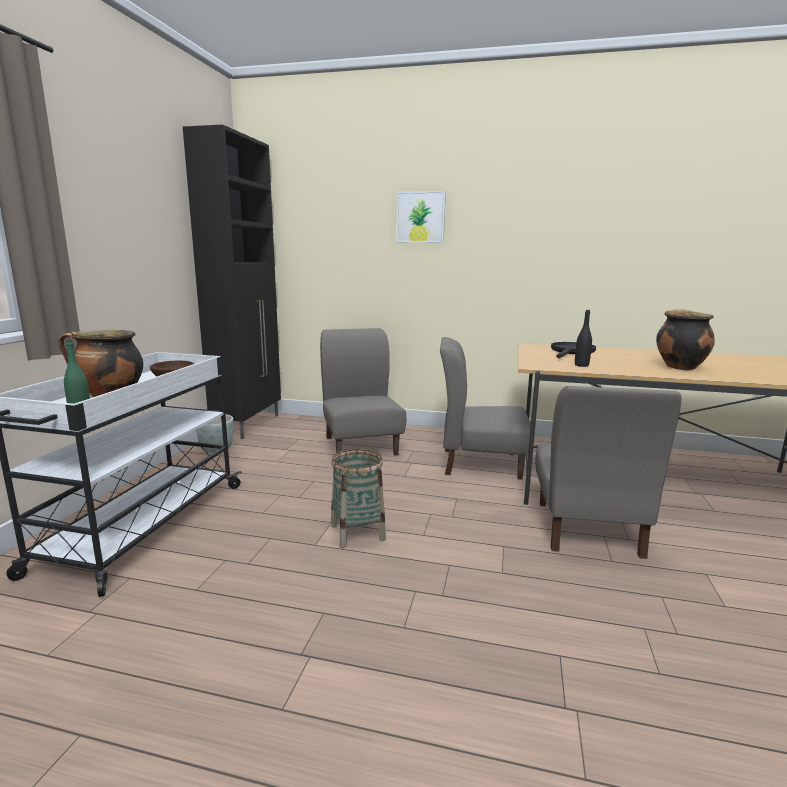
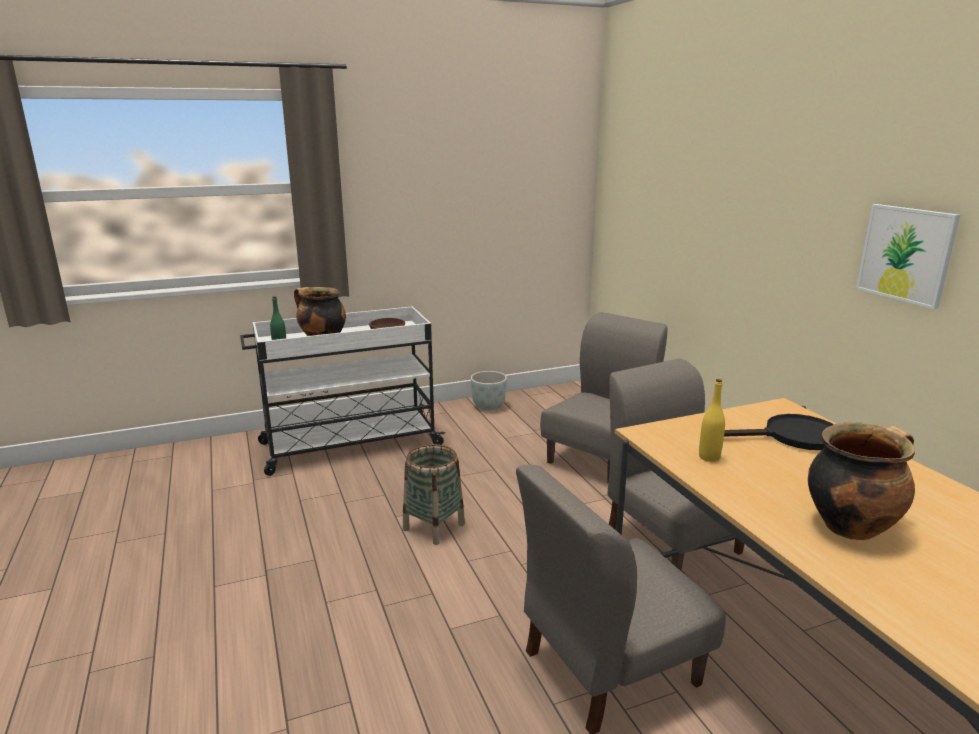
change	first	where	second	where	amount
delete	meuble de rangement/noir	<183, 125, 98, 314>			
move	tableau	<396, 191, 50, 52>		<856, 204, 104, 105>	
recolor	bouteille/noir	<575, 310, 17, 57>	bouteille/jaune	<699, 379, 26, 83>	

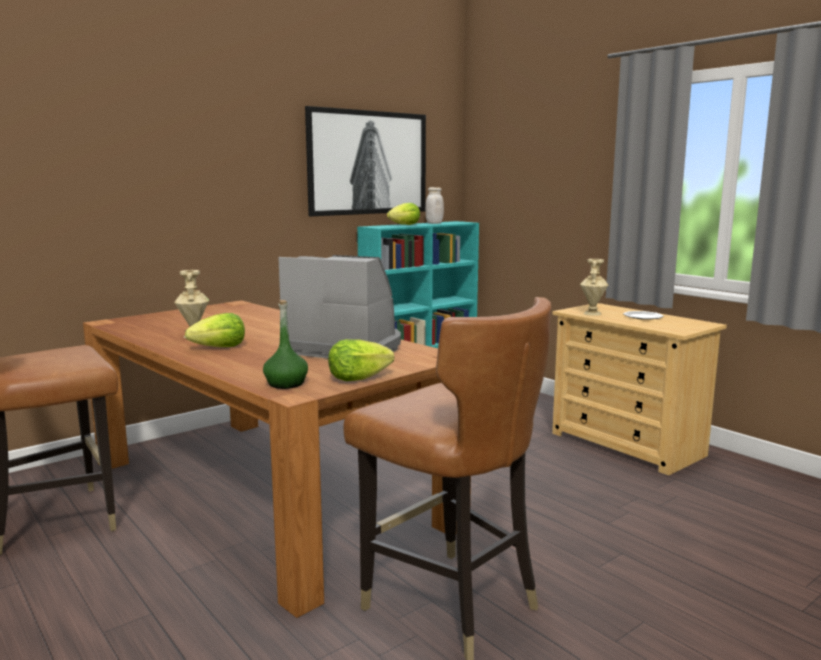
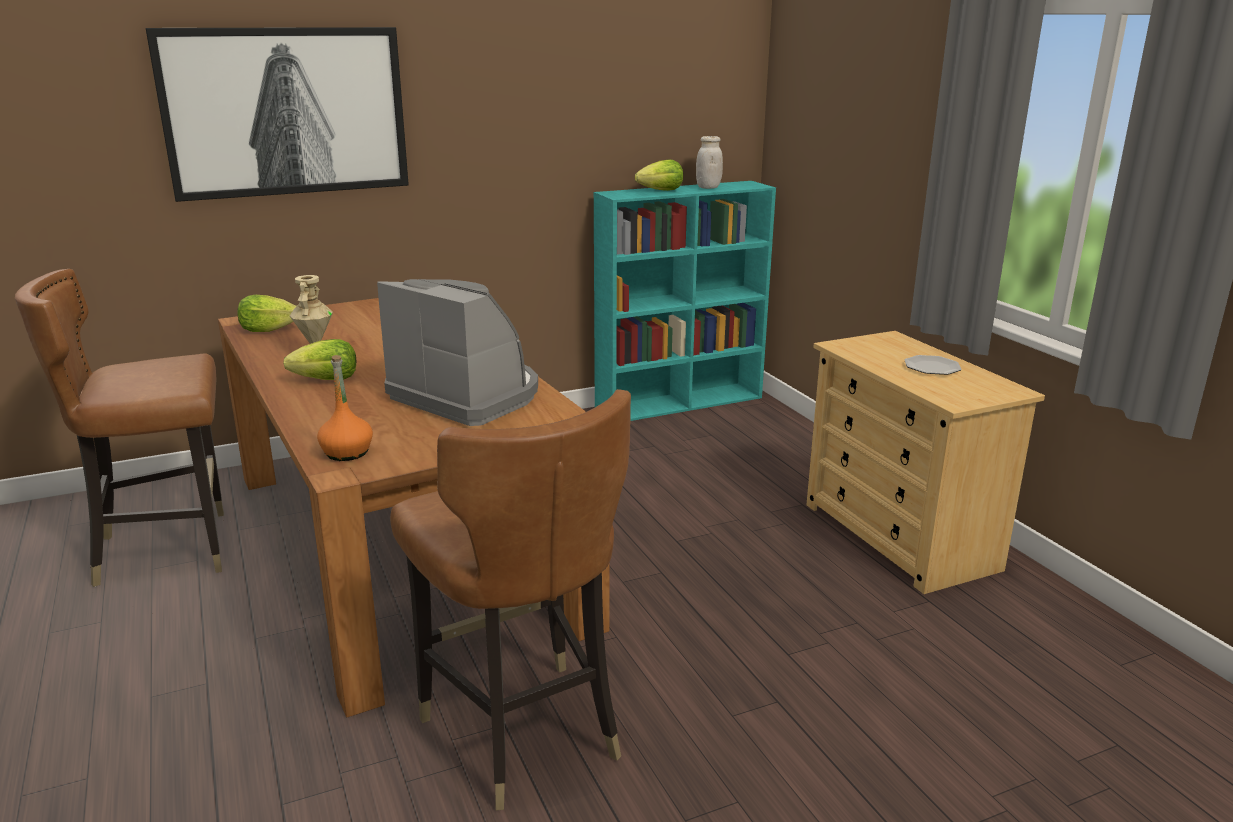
change	first	where	second	where	amount
move	tableau	<305, 106, 121, 111>		<146, 27, 263, 175>	
delete	vase/beige	<580, 259, 29, 57>			
recolor	bouteille/vert	<263, 300, 45, 89>	bouteille/orange	<317, 355, 56, 106>	
move	laitue	<328, 339, 66, 42>		<237, 295, 59, 37>	

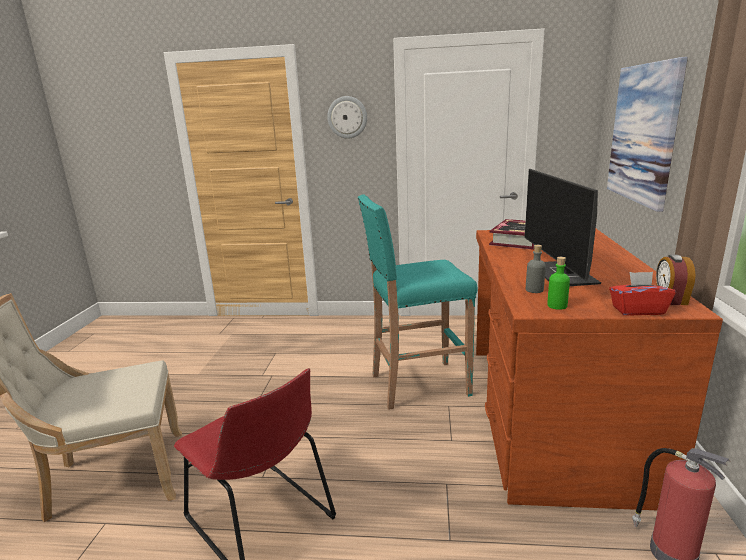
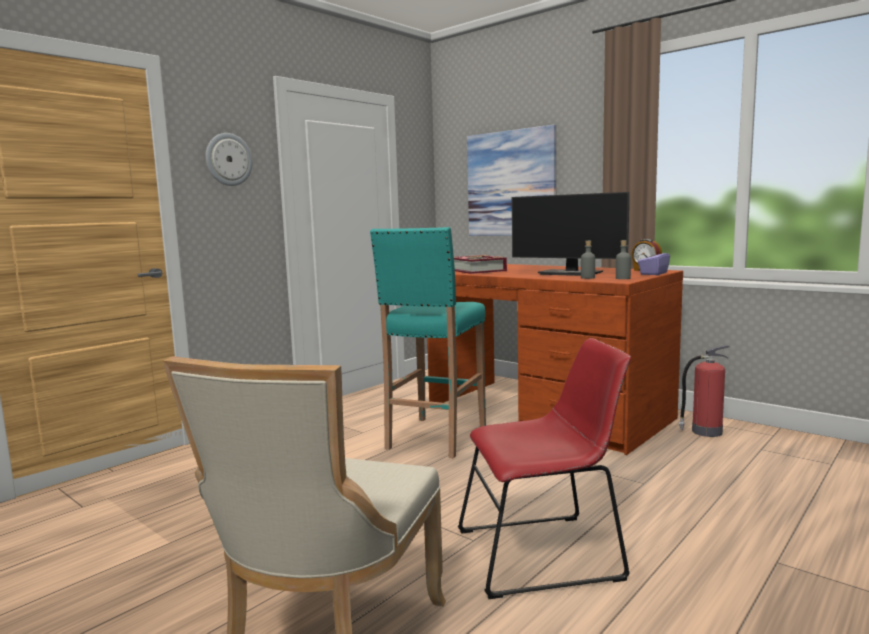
change	first	where	second	where	amount
recolor	bouteille/vert	<547, 257, 23, 53>	bouteille/gris	<616, 240, 15, 39>	
recolor	boîte à mouchoirs/rouge	<609, 272, 66, 44>	boîte à mouchoirs/violet	<638, 247, 32, 28>	

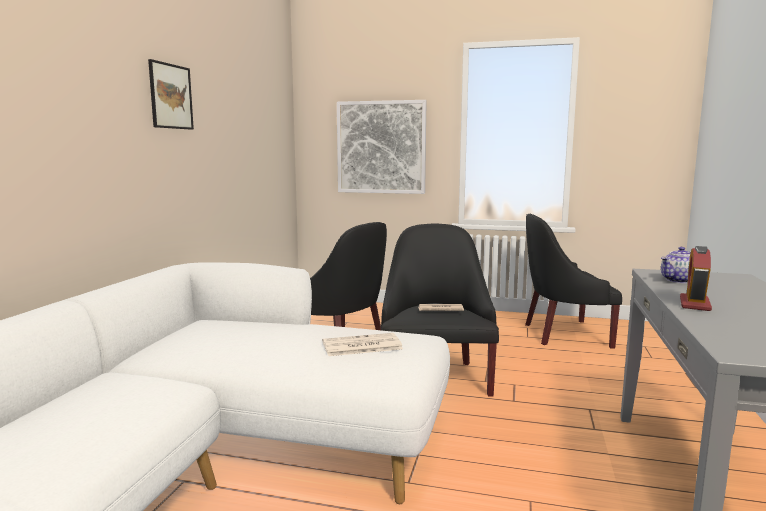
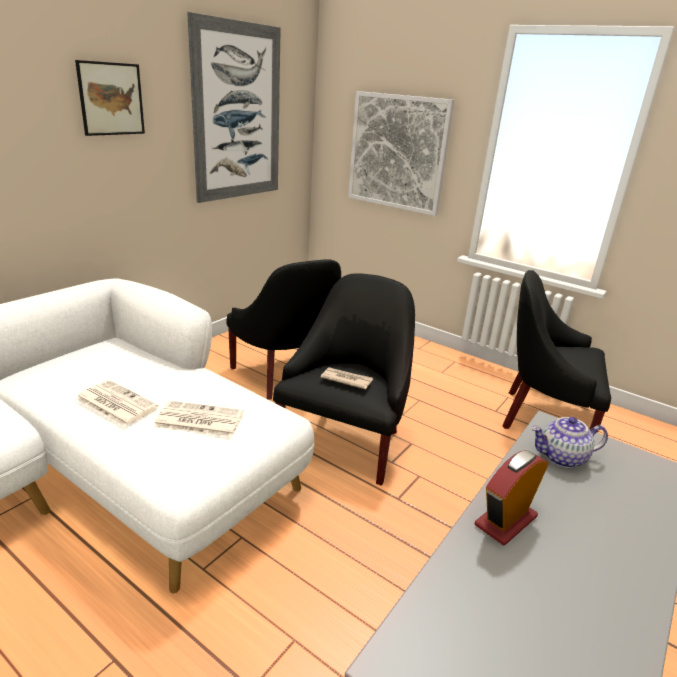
change	first	where	second	where	amount
insert			tableau	<187, 12, 94, 191>	
insert			journal	<76, 380, 82, 47>	

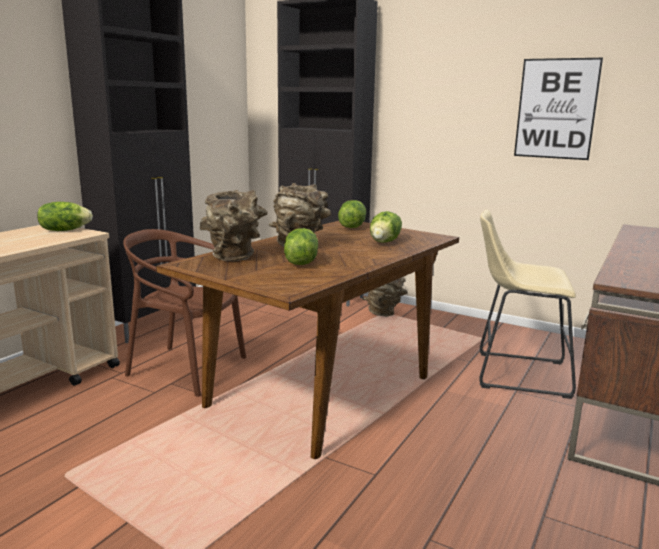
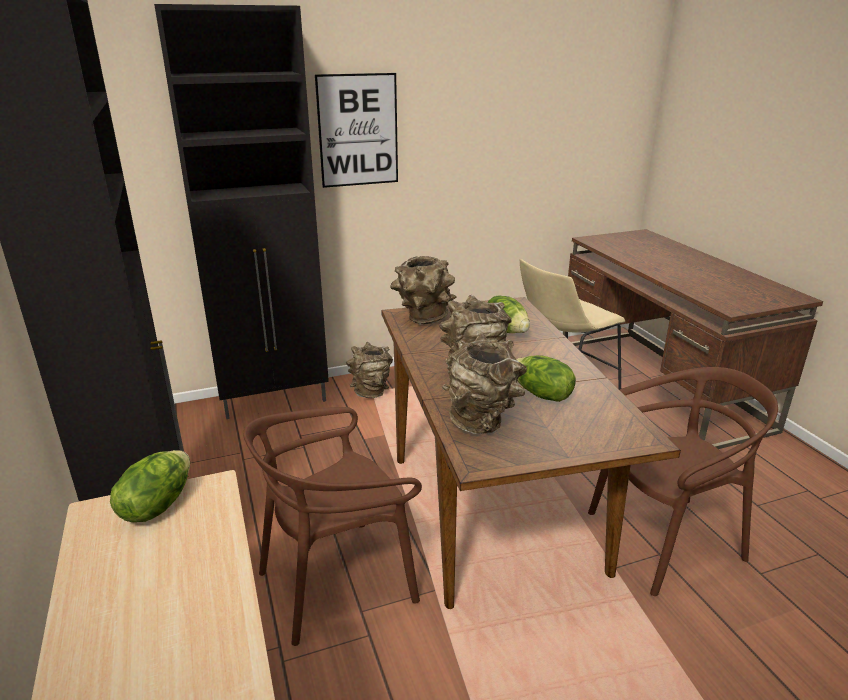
change	first	where	second	where	amount
move	tableau	<514, 58, 89, 102>		<315, 73, 83, 115>	
replace	laitue	<338, 200, 28, 28>	vase/marron	<390, 256, 66, 69>	
insert			chaise/marron	<588, 367, 190, 229>	

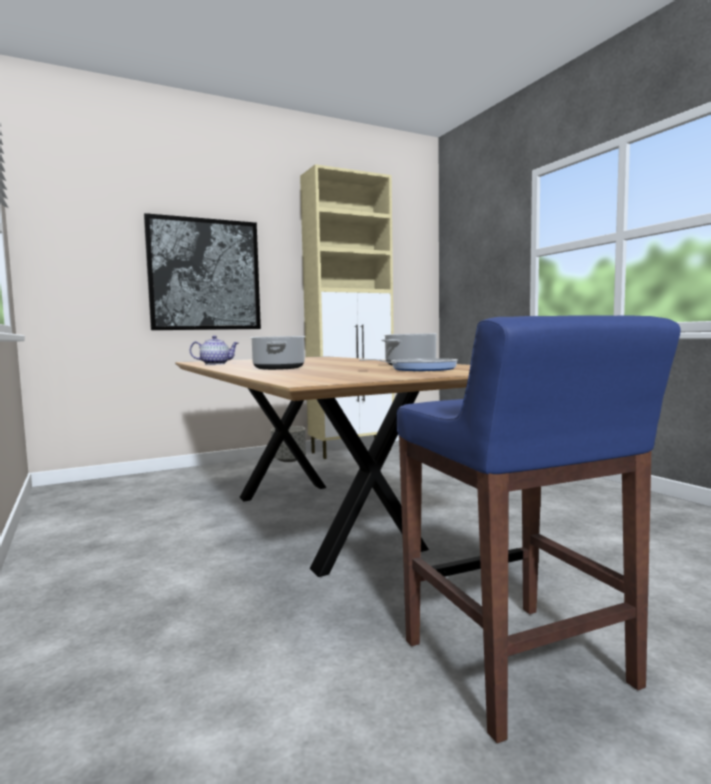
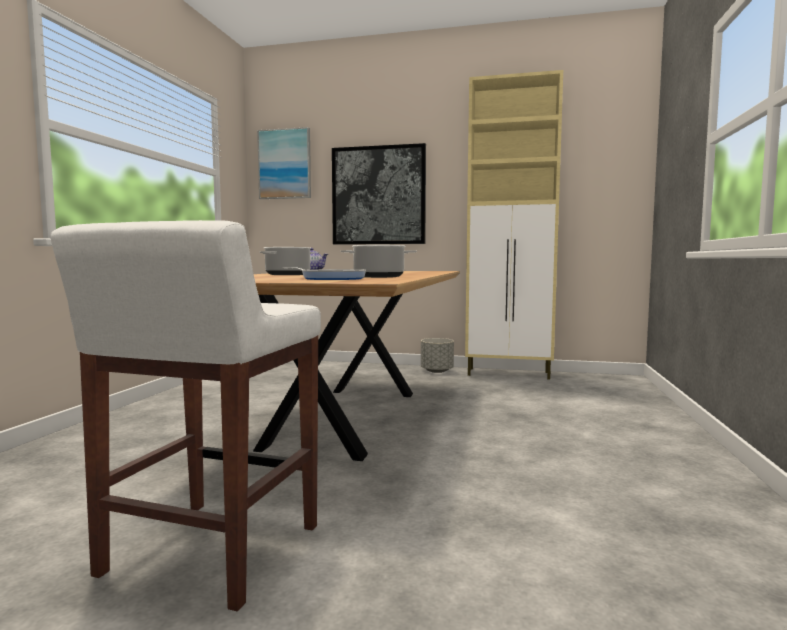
change	first	where	second	where	amount
recolor	tabouret/bleu	<397, 315, 284, 428>	tabouret/blanc	<51, 220, 270, 391>	
insert			tableau	<257, 127, 54, 72>	

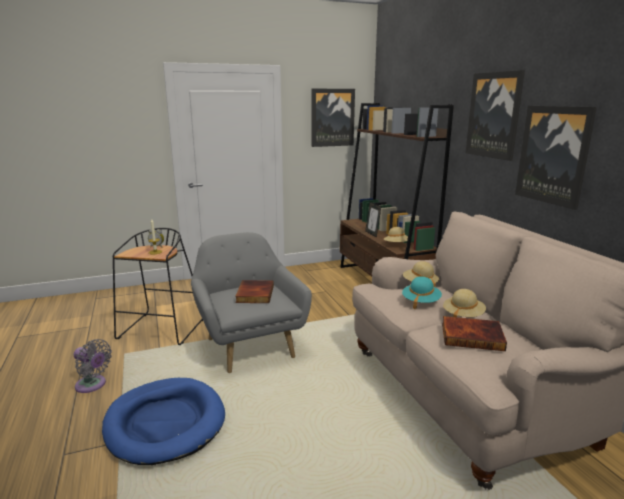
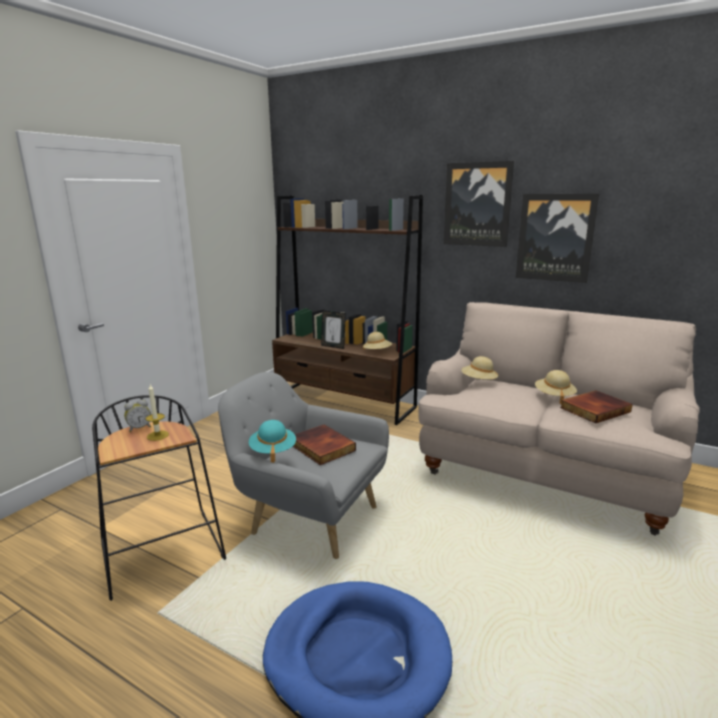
change	first	where	second	where	amount
delete	tableau	<312, 89, 43, 58>			
move	chapeau/turquoise	<402, 276, 40, 33>		<249, 420, 47, 43>	
delete	ventilateur/gris	<74, 339, 38, 54>			

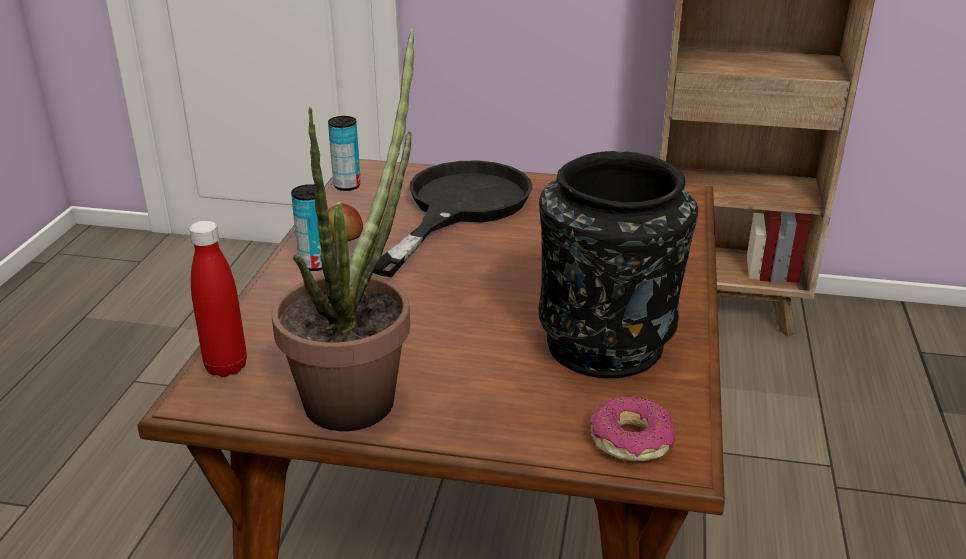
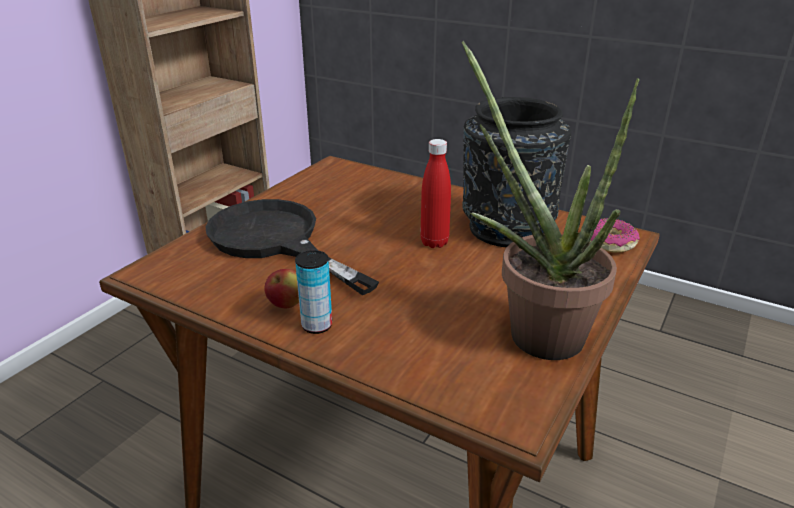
change	first	where	second	where	amount
delete	boîte métallique	<328, 116, 33, 75>			
move	bouteille/rouge	<189, 221, 58, 156>		<420, 139, 31, 109>	

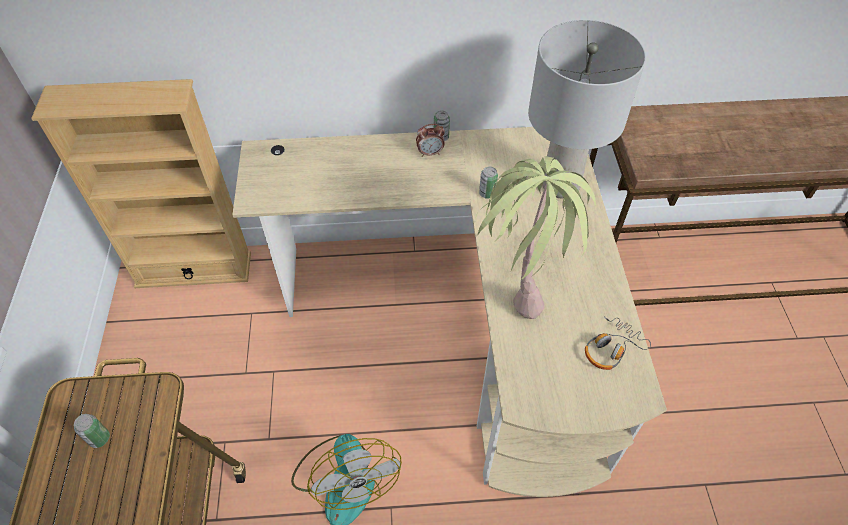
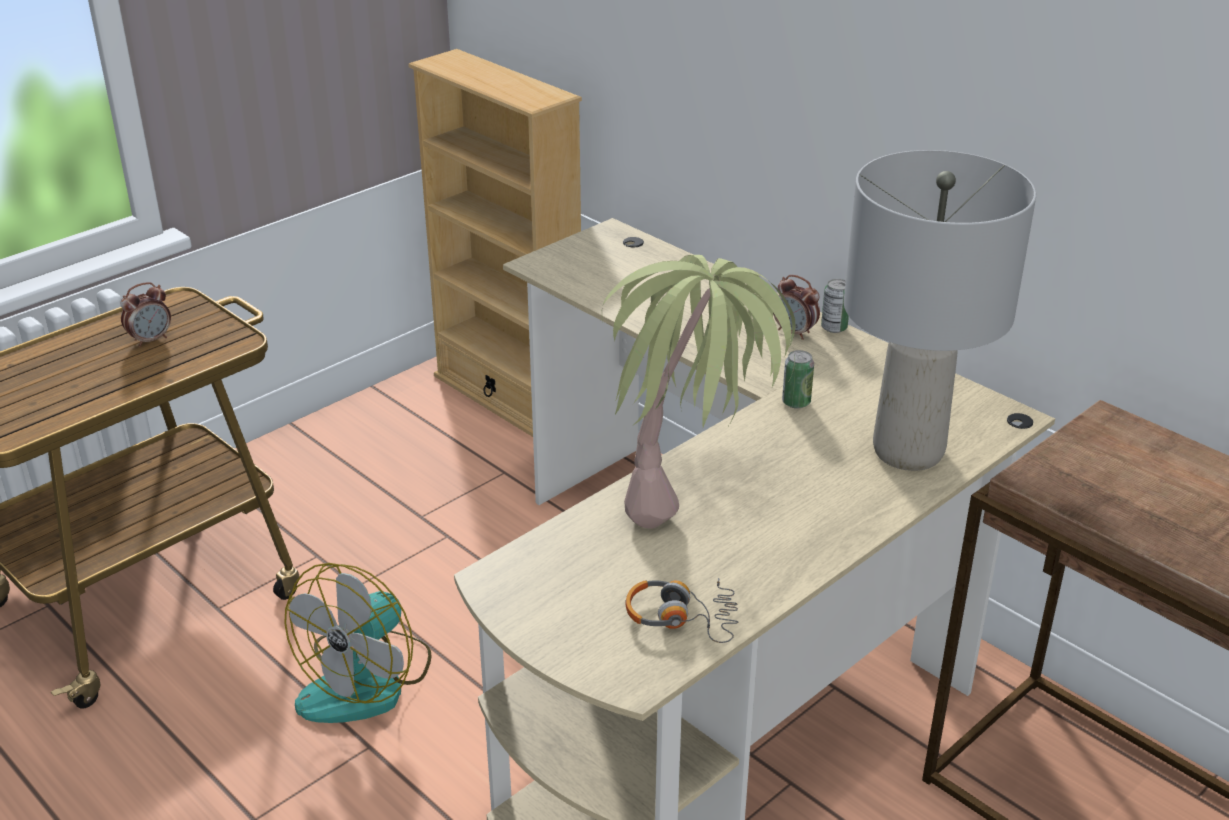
change	first	where	second	where	amount
replace	boîte métallique	<74, 414, 36, 34>	réveil	<121, 282, 50, 65>	

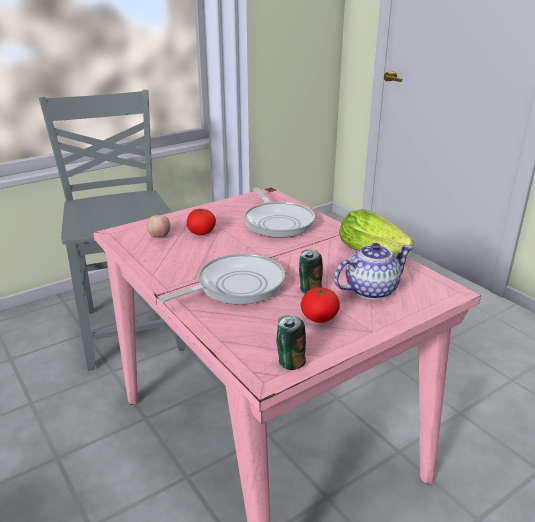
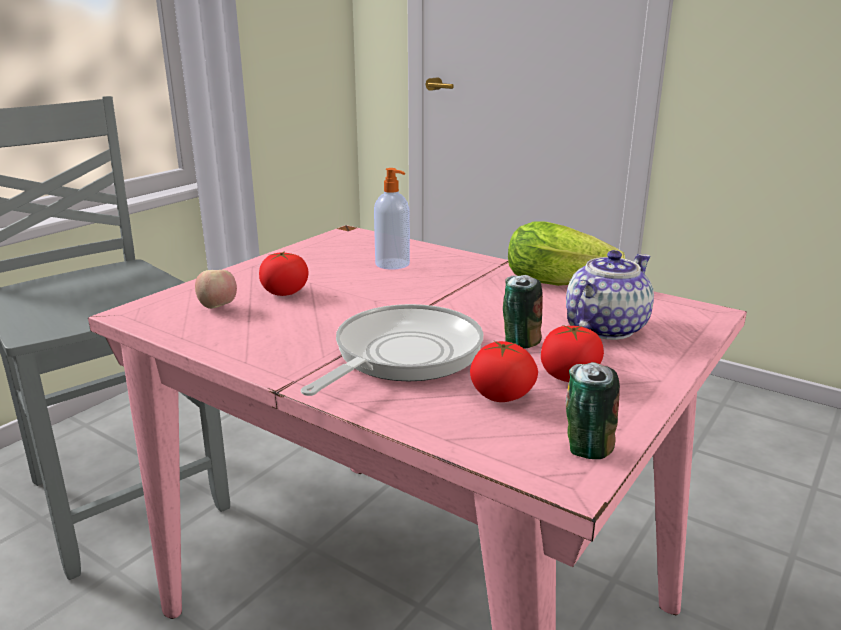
change	first	where	second	where	amount
replace	poêle	<244, 188, 71, 50>	distributeur de savon	<374, 168, 36, 102>	
insert			tomate	<470, 340, 68, 62>	

